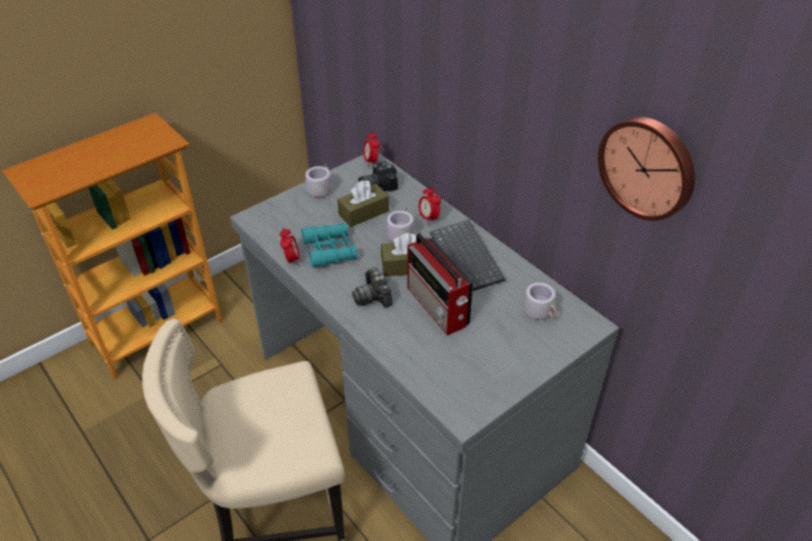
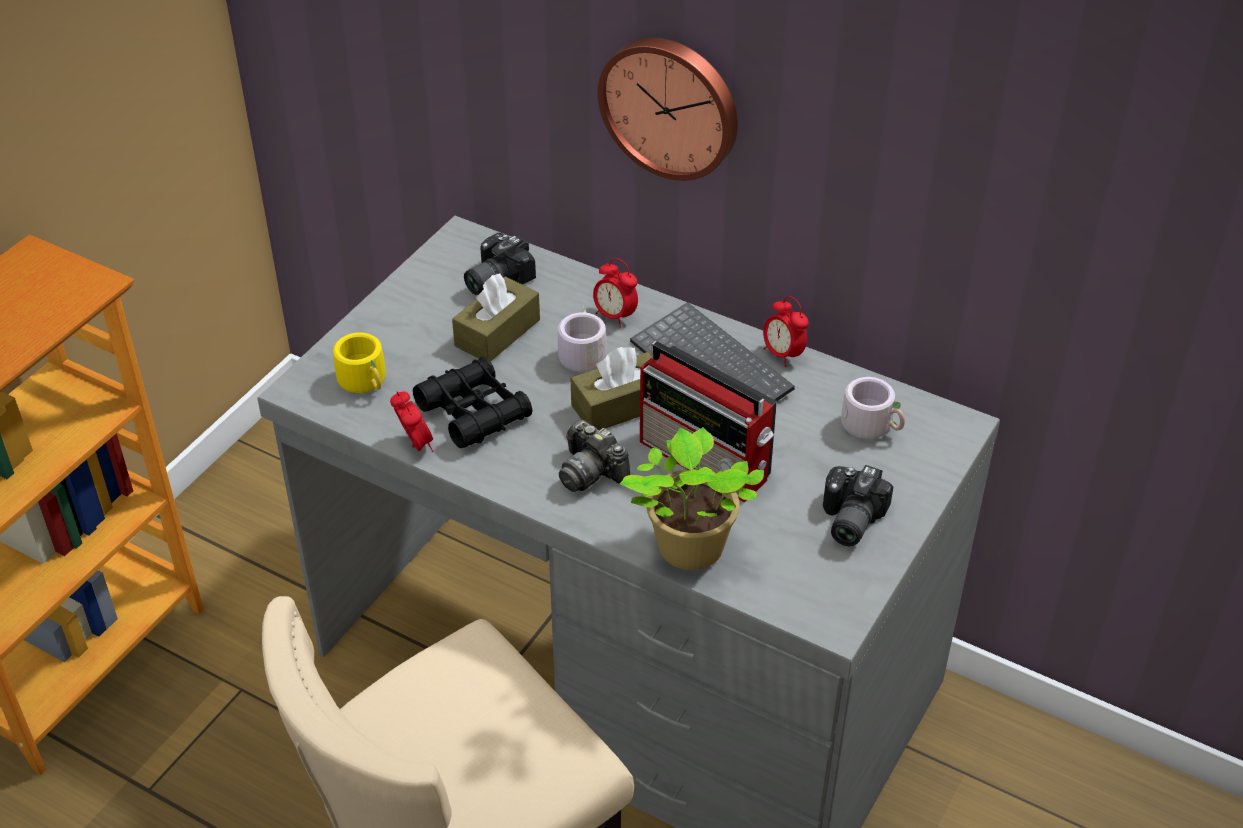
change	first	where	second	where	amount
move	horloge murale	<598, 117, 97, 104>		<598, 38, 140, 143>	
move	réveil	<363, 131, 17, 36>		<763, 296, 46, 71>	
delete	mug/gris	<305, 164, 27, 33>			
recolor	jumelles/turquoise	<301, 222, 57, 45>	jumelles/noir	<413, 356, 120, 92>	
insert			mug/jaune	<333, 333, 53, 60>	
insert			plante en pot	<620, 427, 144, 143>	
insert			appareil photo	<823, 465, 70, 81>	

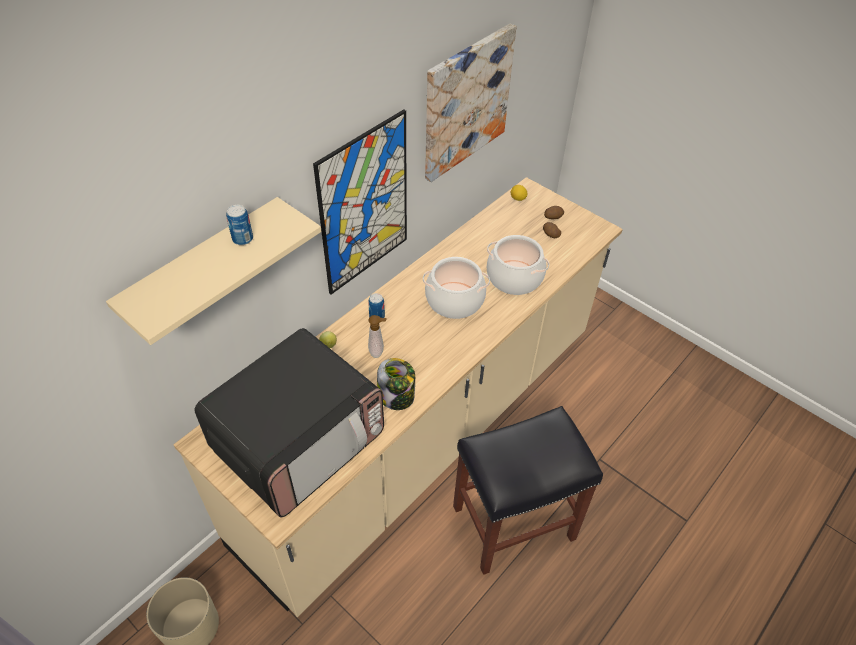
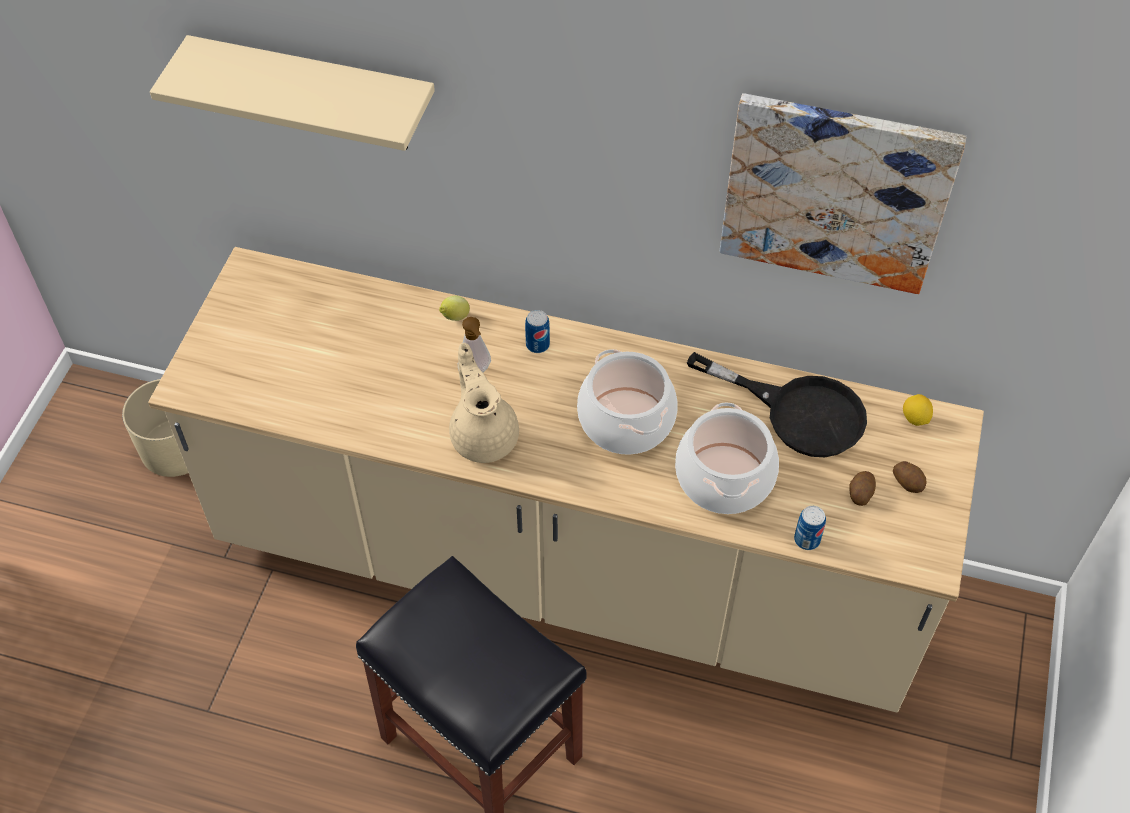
change	first	where	second	where	amount
delete	tableau	<313, 109, 94, 185>			
move	boîte métallique	<226, 205, 27, 40>		<794, 506, 32, 44>	
delete	micro-ondes	<194, 328, 190, 189>			
delete	bocal	<377, 358, 38, 52>			
insert			théière/beige	<449, 343, 70, 120>	
insert			poêle/noir	<687, 352, 180, 105>	

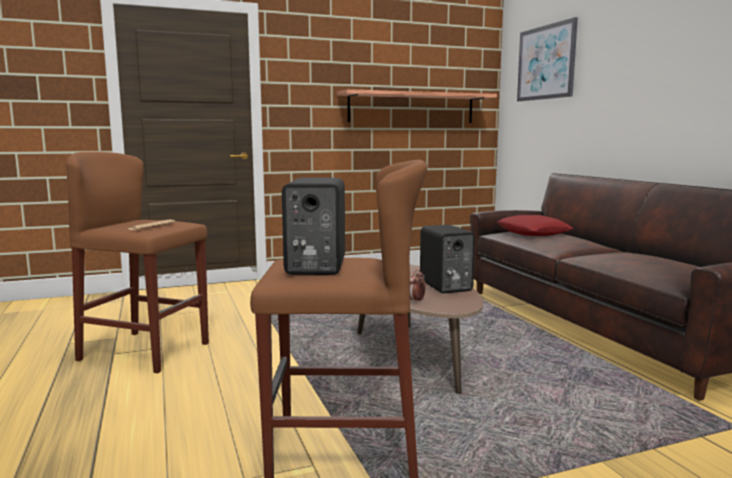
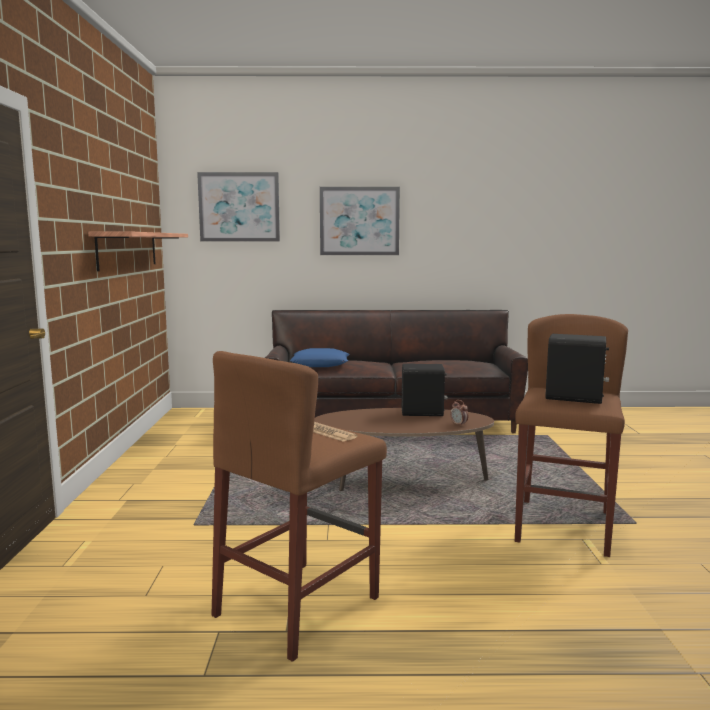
change	first	where	second	where	amount
recolor	coussin/rouge	<497, 215, 76, 21>	coussin/bleu	<290, 348, 59, 19>	
insert			tableau	<320, 187, 80, 68>	

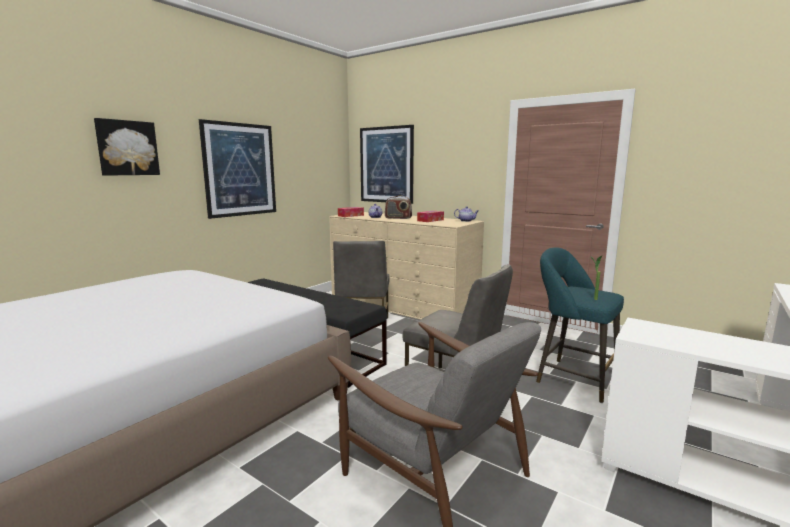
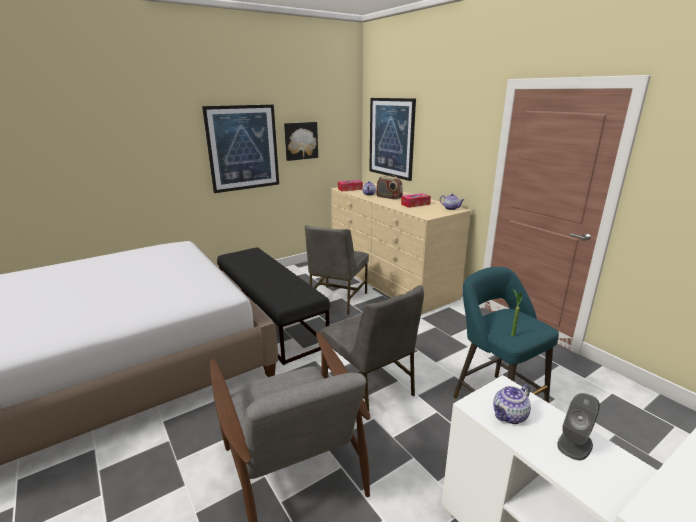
change	first	where	second	where	amount
move	tableau	<94, 118, 66, 58>		<284, 122, 34, 39>	
insert			théière	<493, 384, 38, 40>	
insert			enceinte/gris	<557, 393, 43, 67>	

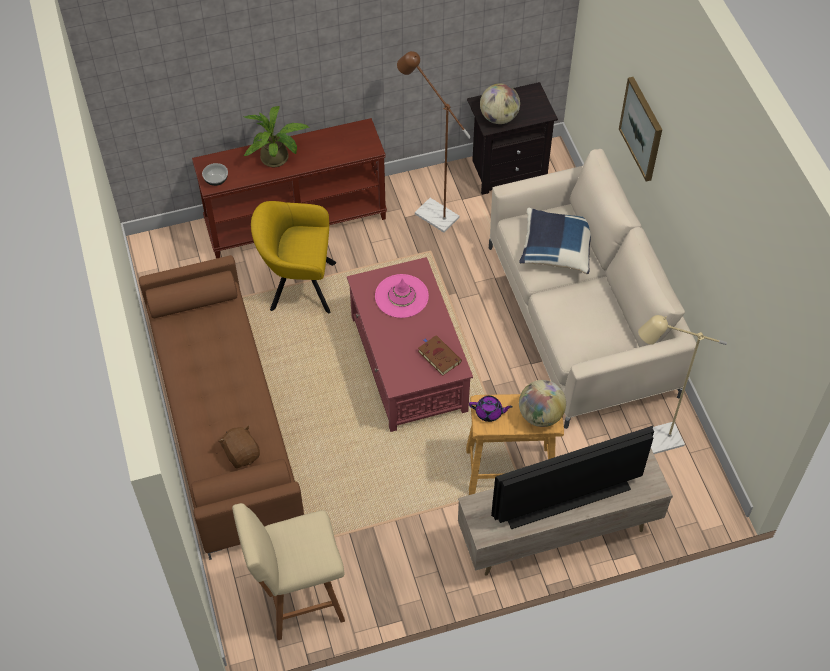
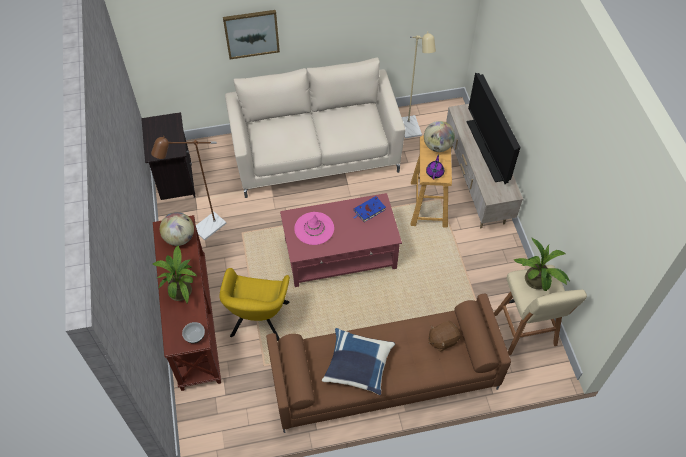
change	first	where	second	where	amount
move	globe	<480, 83, 40, 41>		<160, 212, 34, 34>	
move	coussin/bleu	<519, 208, 72, 66>		<322, 328, 73, 67>	
recolor	livre/marron	<418, 335, 44, 41>	livre/bleu	<353, 196, 33, 26>	
insert			plante en pot	<514, 238, 56, 53>	

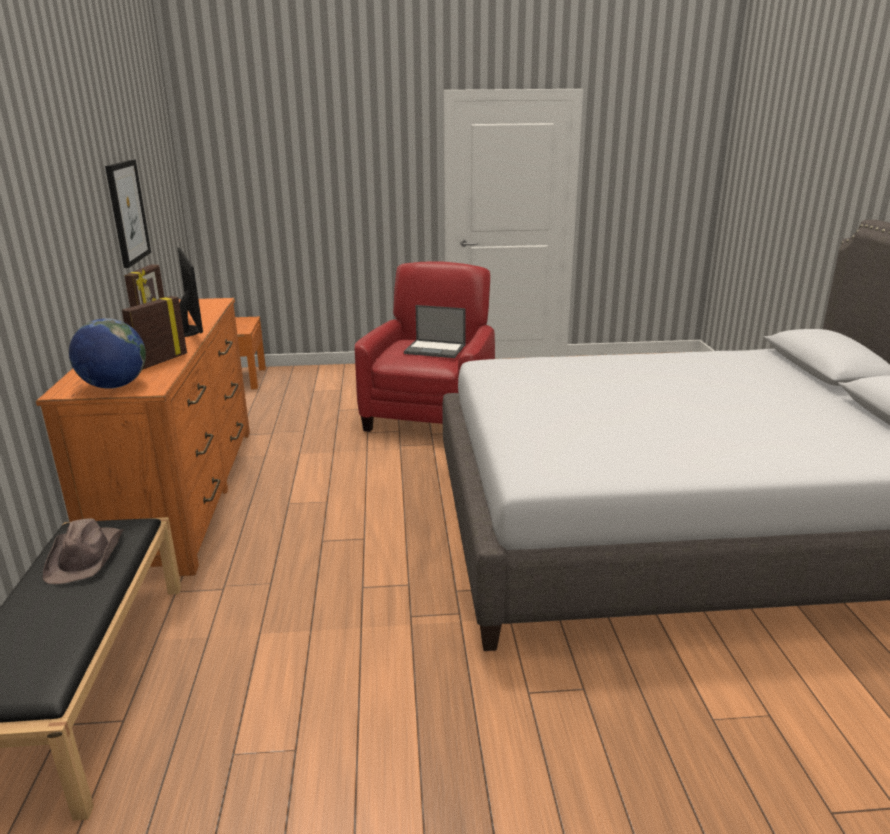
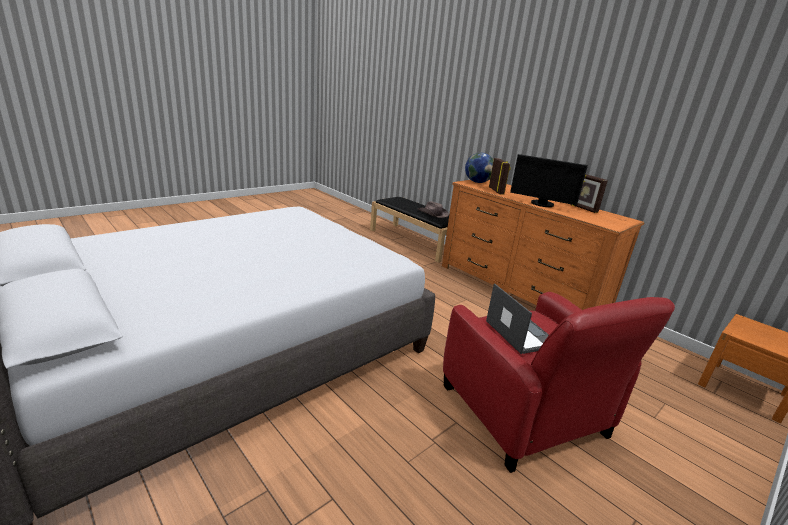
change	first	where	second	where	amount
delete	tableau	<105, 159, 46, 109>			
rotate	ordinateur portable	<404, 305, 62, 53>		<486, 283, 63, 71>	90 degrees clockwise

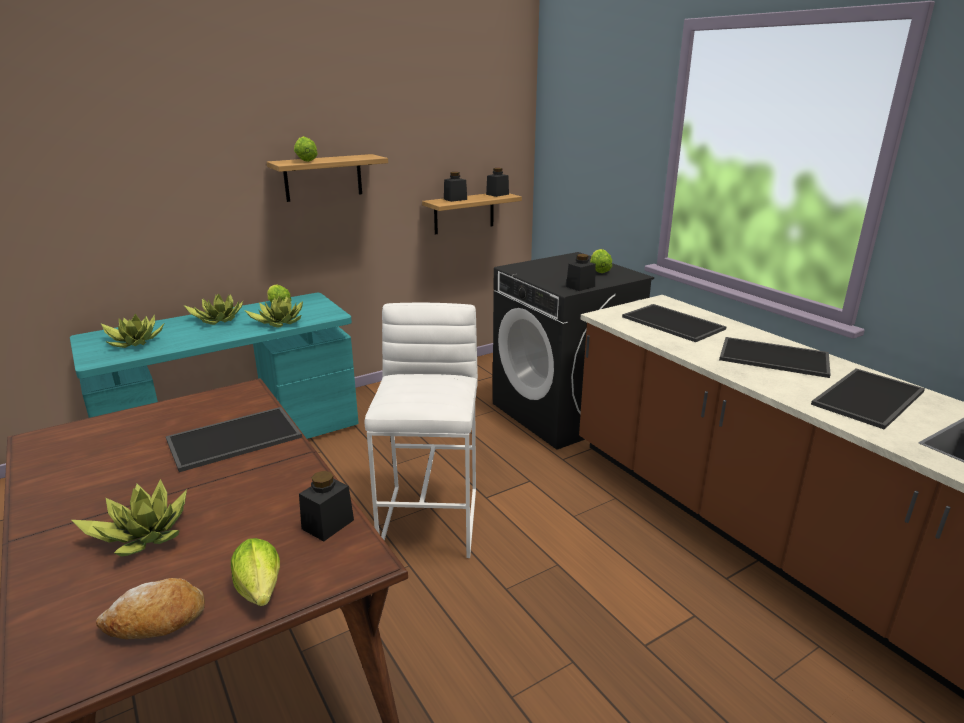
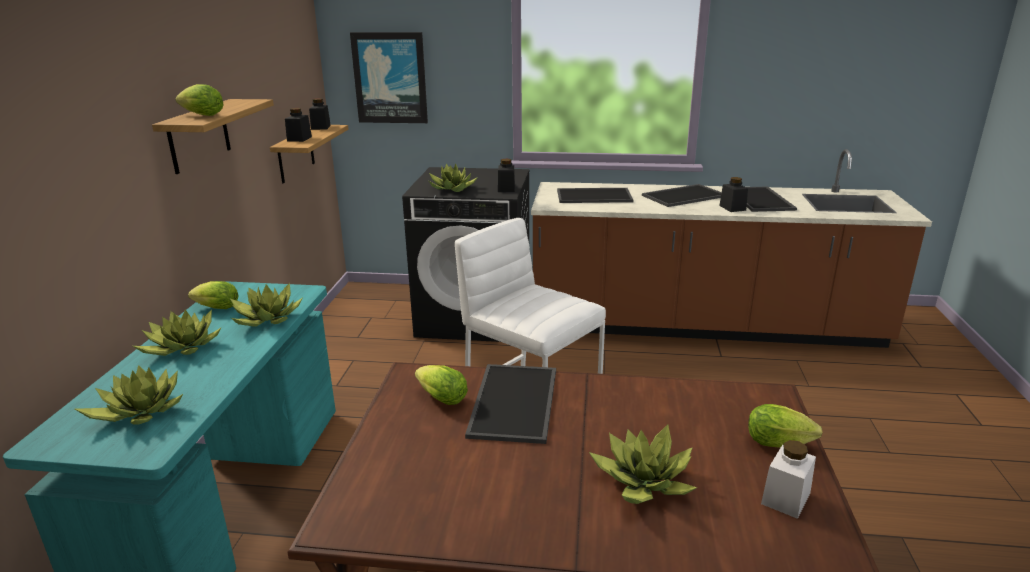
change	first	where	second	where	amount
move	laitue	<590, 249, 22, 24>		<415, 365, 53, 40>	
move	bocal/noir	<299, 471, 55, 70>		<719, 177, 29, 35>	
replace	pain	<96, 578, 109, 61>	bocal/blanc	<761, 440, 55, 79>	
insert			tableau	<350, 32, 78, 91>	
insert			plante en pot	<429, 164, 49, 28>	

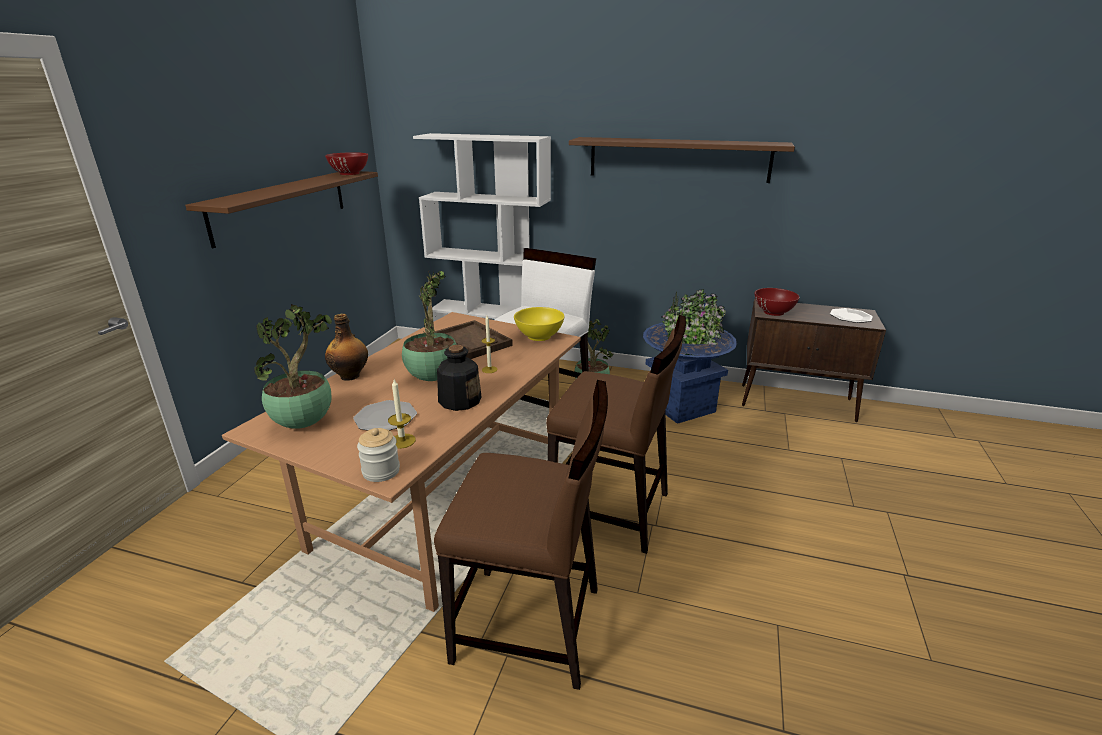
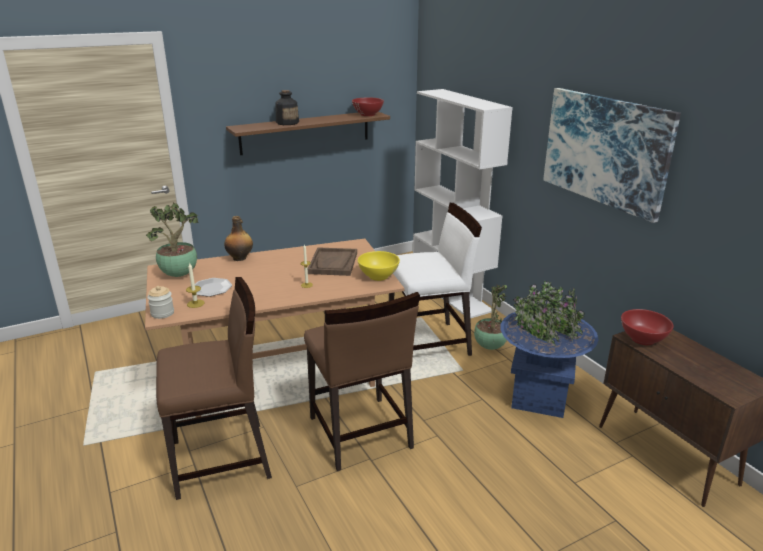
change	first	where	second	where	amount
replace	étagère/marron	<569, 137, 226, 46>	tableau	<543, 88, 138, 135>	
delete	plante en pot	<402, 271, 55, 110>			
delete	assiette	<830, 308, 43, 15>			
move	bouteille	<437, 345, 45, 66>		<275, 90, 24, 35>	
rotate	chaise/marron	<434, 380, 174, 310>		<156, 277, 116, 223>	75 degrees counterclockwise

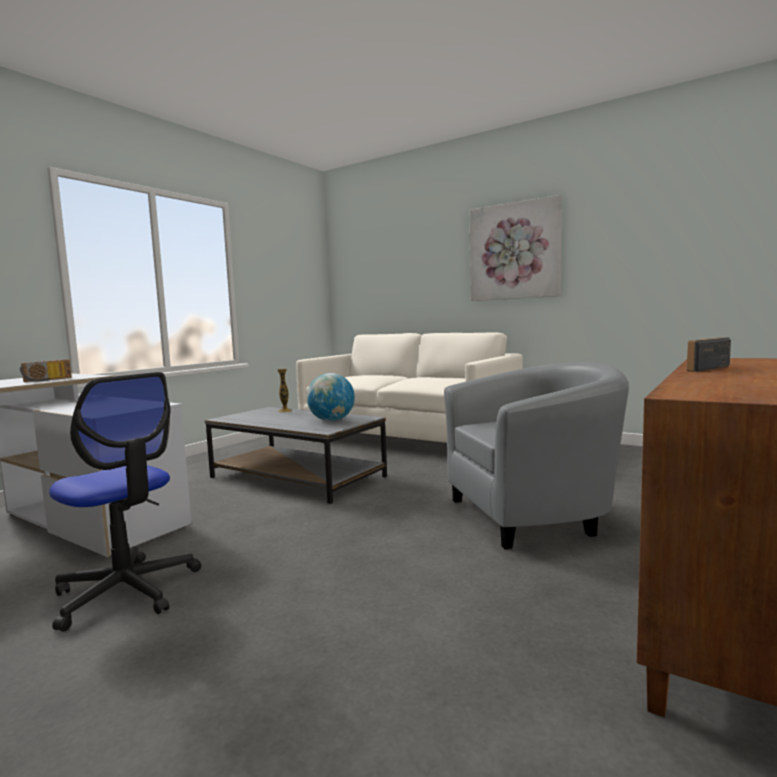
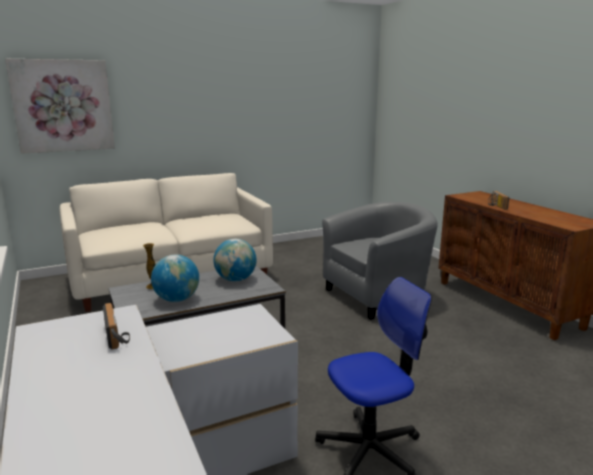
change	first	where	second	where	amount
move	tableau	<469, 195, 93, 106>		<5, 59, 110, 95>	
rotate	fauteuil/gris	<444, 362, 185, 188>		<322, 202, 116, 118>	45 degrees clockwise
insert			globe	<151, 255, 48, 47>	

